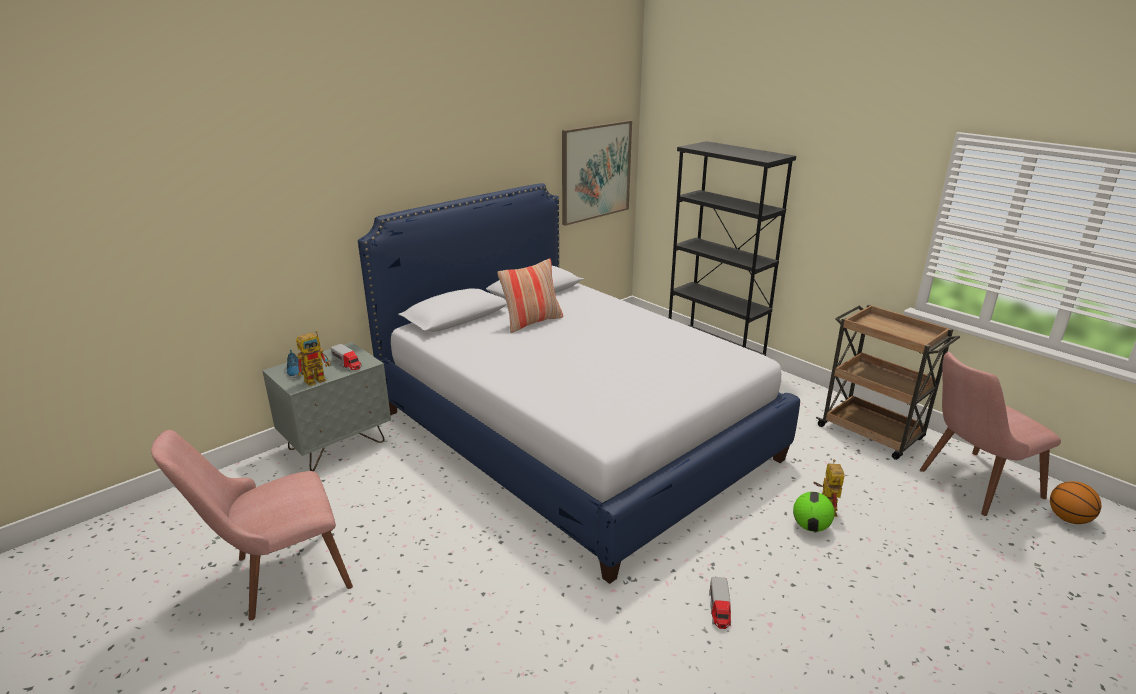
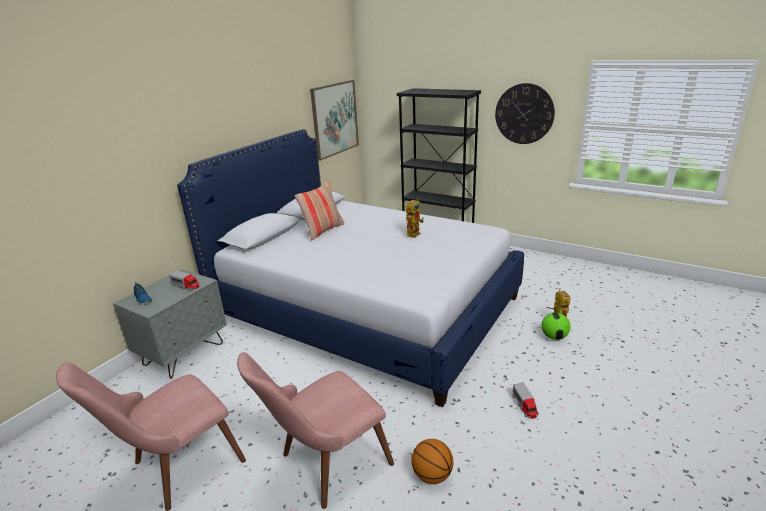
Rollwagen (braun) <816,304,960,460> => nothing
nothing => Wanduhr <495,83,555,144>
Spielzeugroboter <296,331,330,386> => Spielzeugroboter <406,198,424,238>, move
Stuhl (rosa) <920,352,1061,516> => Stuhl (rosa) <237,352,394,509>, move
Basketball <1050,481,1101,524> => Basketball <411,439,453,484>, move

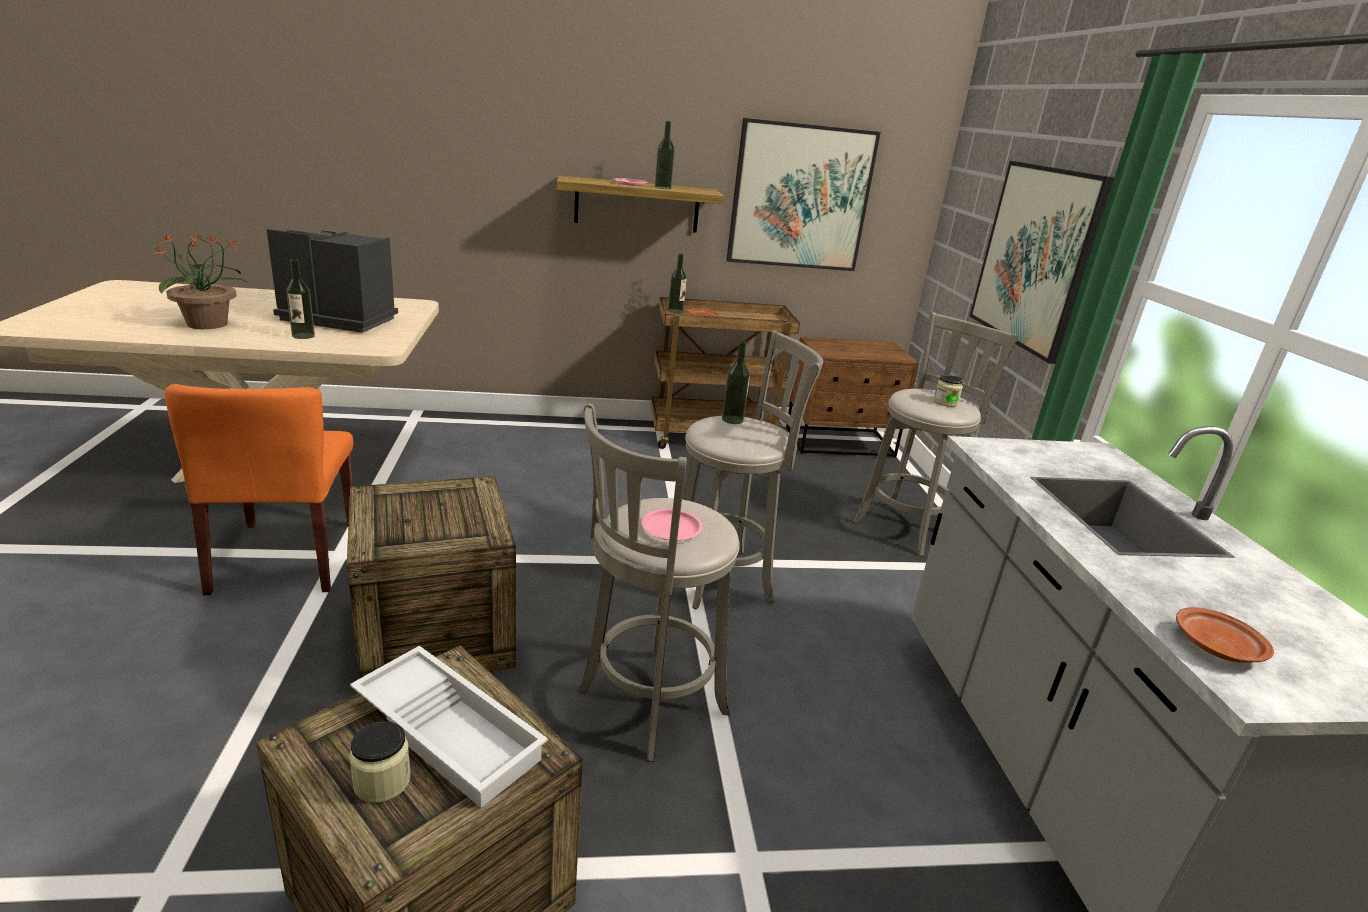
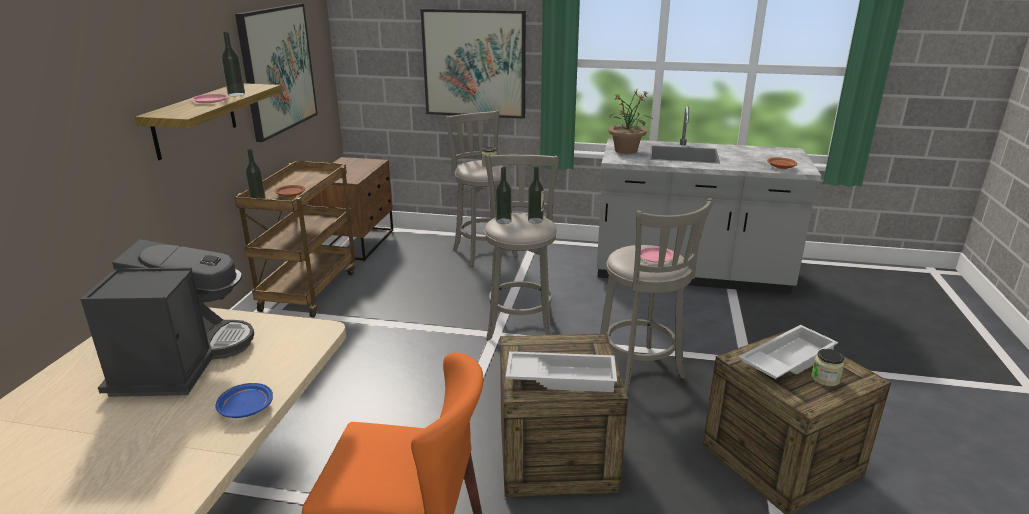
nothing => Teller (blau) <215,383,273,418>
nothing => Tablett (weiß) <506,351,617,392>
Topfpflanze <152,234,247,329> => Topfpflanze <608,90,651,154>, move
Flasche <286,259,315,339> => Flasche <528,166,544,224>, move
Kaffeemaschine <267,229,398,333> => Kaffeemaschine <80,239,254,397>, 150 degrees clockwise

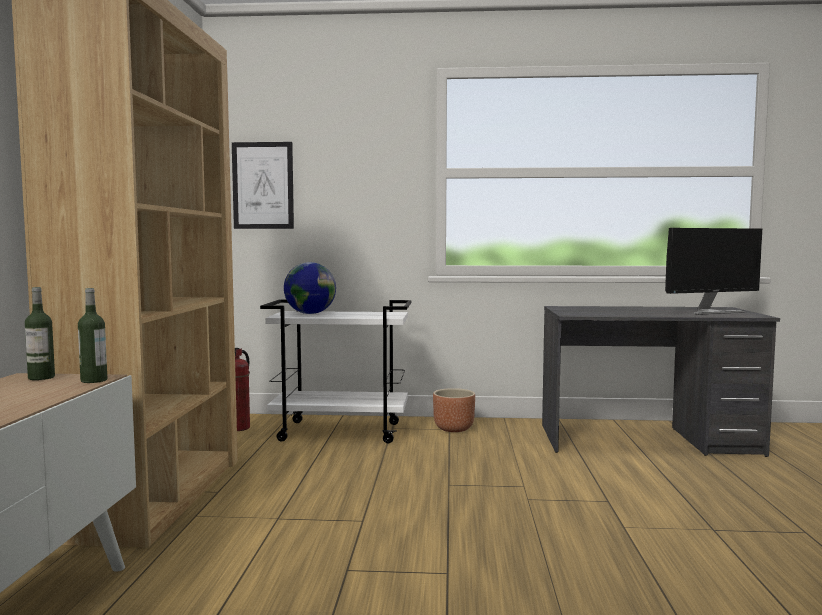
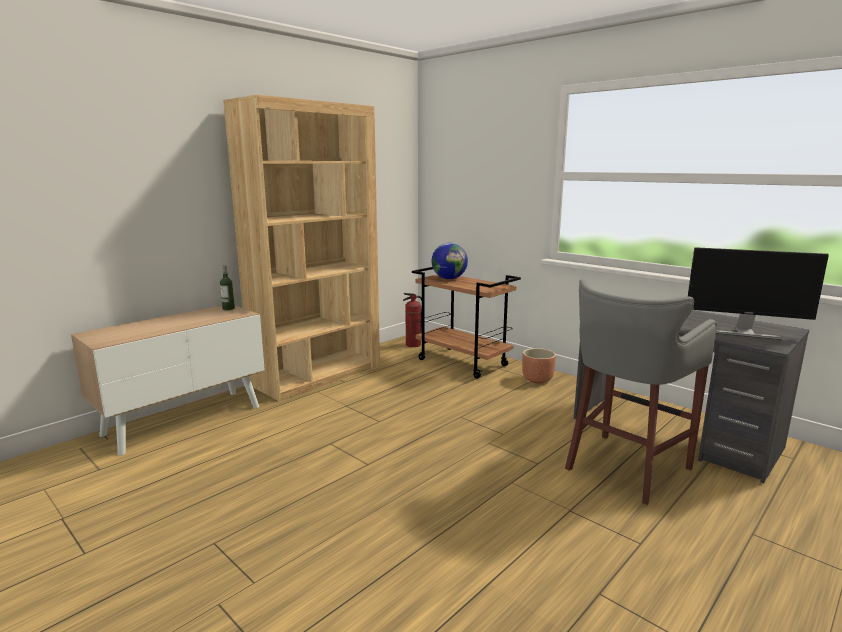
Flasche <78,288,107,383> => nothing
Bild <232,142,294,229> => nothing
nothing => Hocker (grau) <565,279,717,505>
Rollwagen (weiß) <260,299,411,443> => Rollwagen (braun) <412,267,521,379>

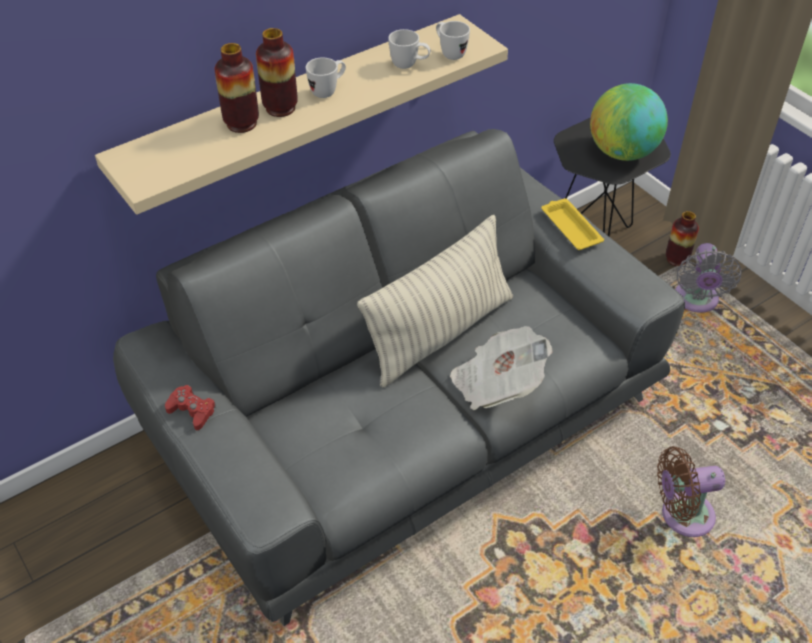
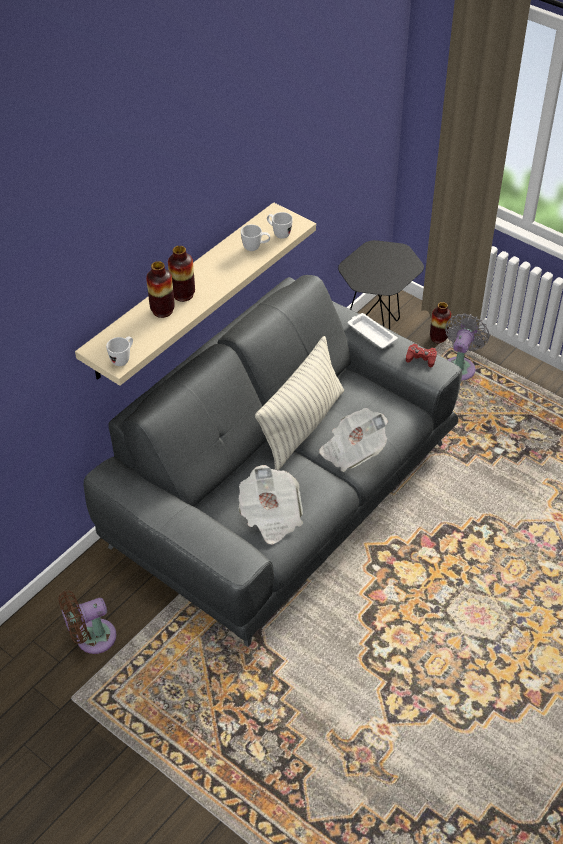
Globus <590,83,668,161> => nothing
nothing => Zeitung <238,465,303,545>
Gamepad (rot) <165,385,216,430> => Gamepad (rot) <406,344,437,368>, move
Henkelbecher (weiß) <306,58,346,98> => Henkelbecher (weiß) <106,337,133,366>, move
Ventilator (braun) <657,446,725,537> => Ventilator (braun) <59,591,117,654>, move
Tablett (gelb) <541,199,604,250> => Tablett (weiß) <348,313,398,348>
Ventilator (grau) <675,243,741,313> => Ventilator (grau) <445,313,490,380>, 150 degrees counterclockwise

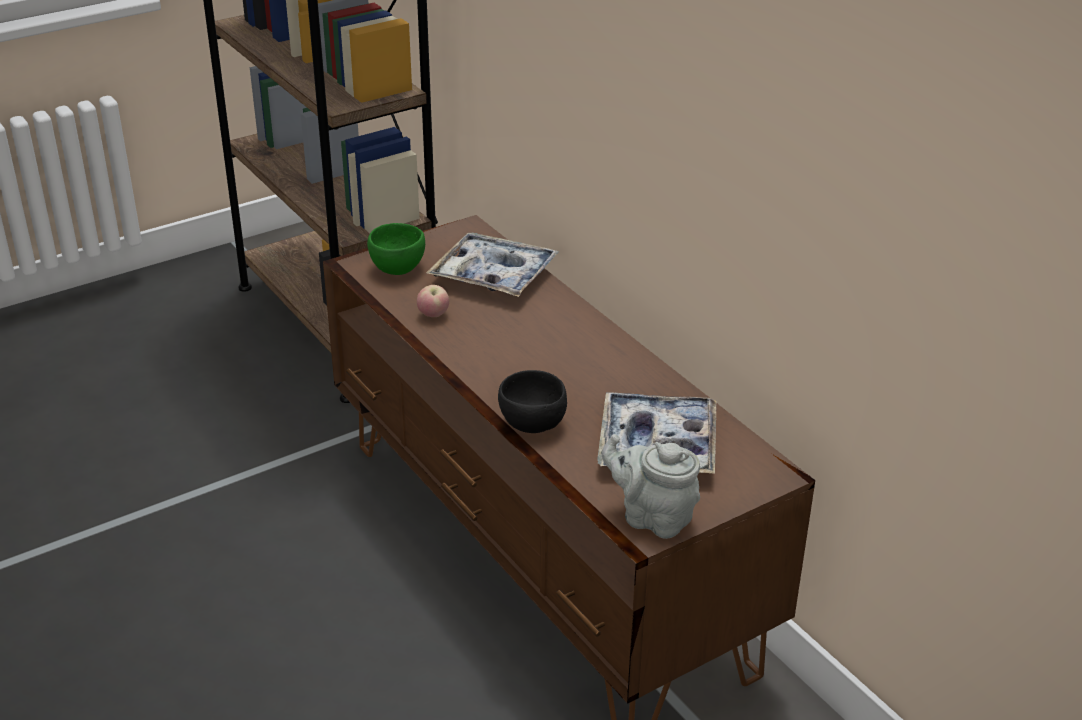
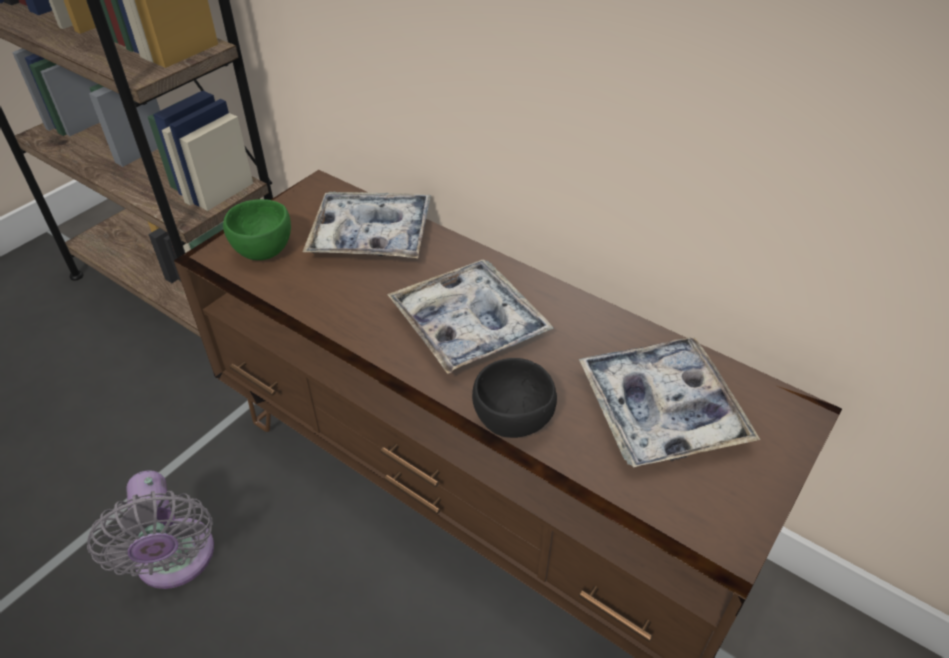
Apfel <417,285,449,317> => nothing
Teekanne (grau) <602,434,700,539> => nothing
nothing => Ventilator (grau) <87,470,214,589>
nothing => Tablett <387,259,554,374>

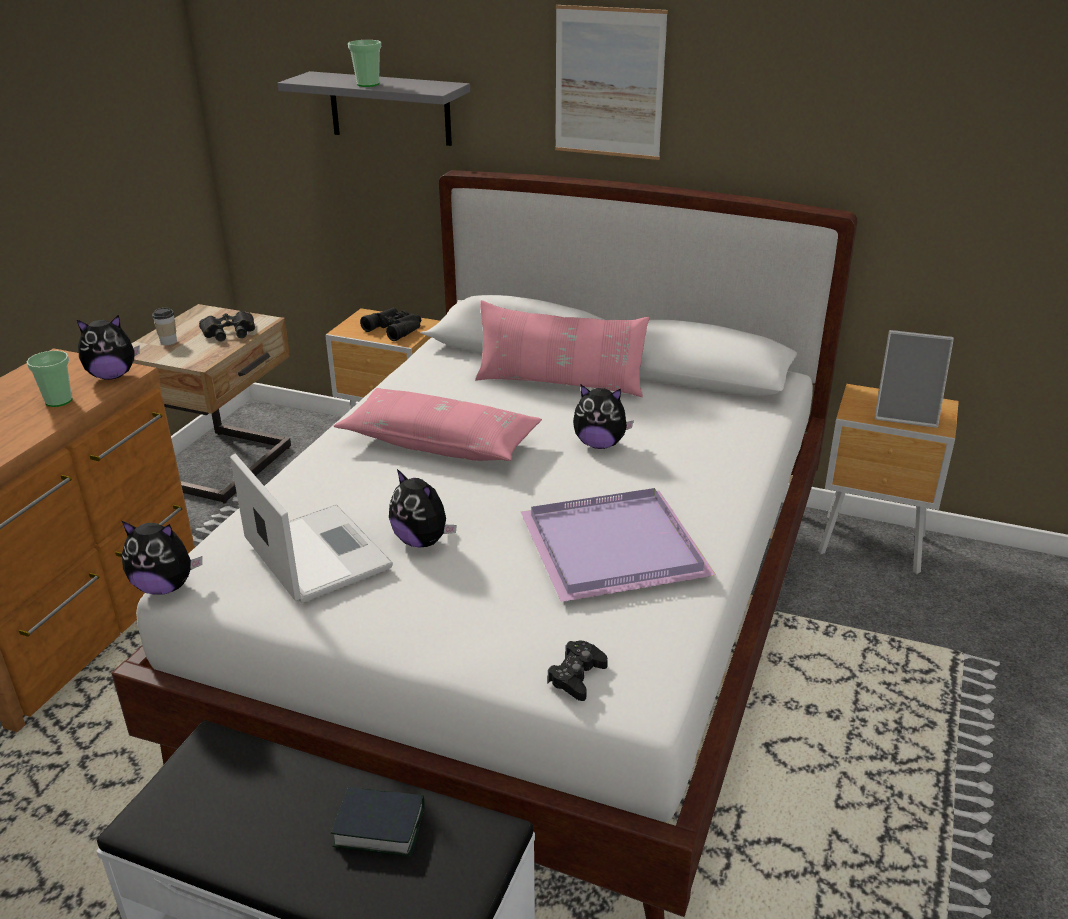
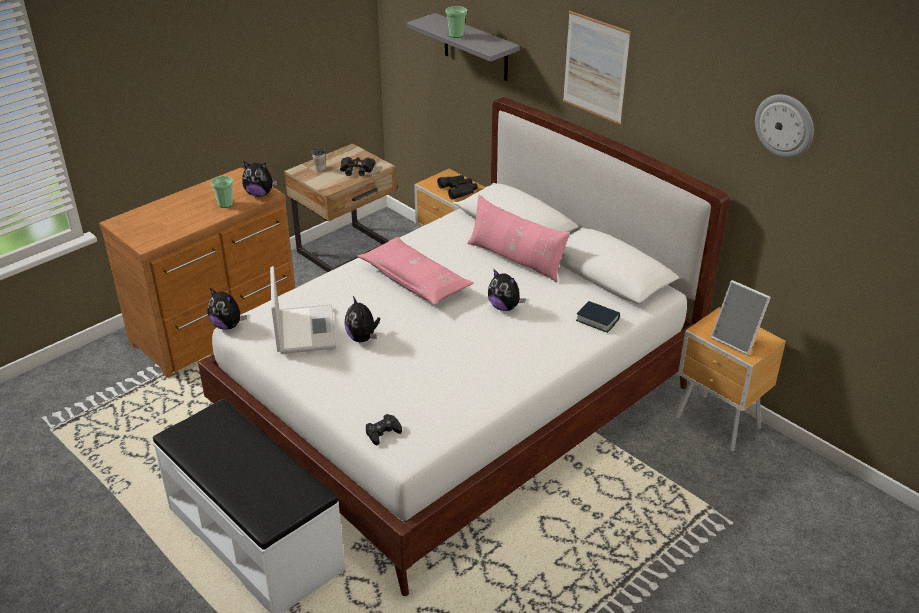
Tablett (lila) <521,488,716,602> => nothing
nothing => Wanduhr <755,94,814,158>
Buch <331,787,425,857> => Buch <576,301,620,333>, move

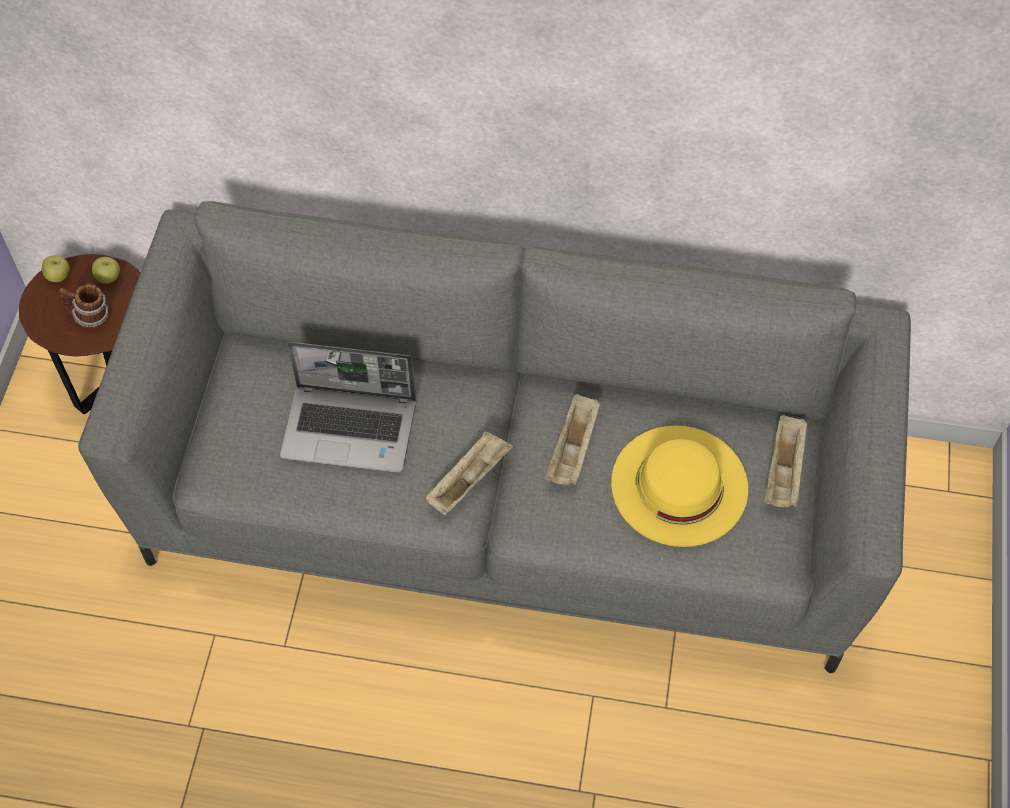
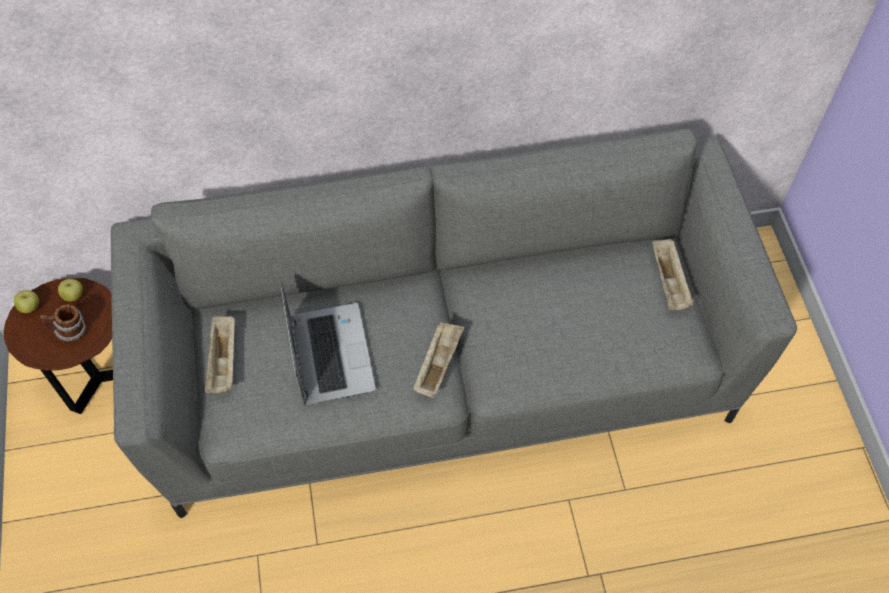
Hut (gelb) <611,425,748,547> => nothing
Tablett (beige) <545,394,600,485> => Tablett (beige) <205,316,235,393>, move
Laptop <280,342,416,473> => Laptop <281,281,376,405>, 90 degrees counterclockwise

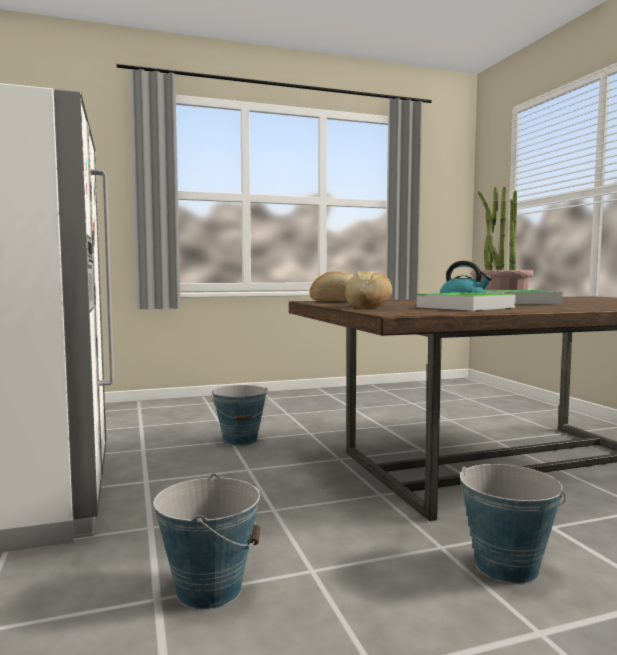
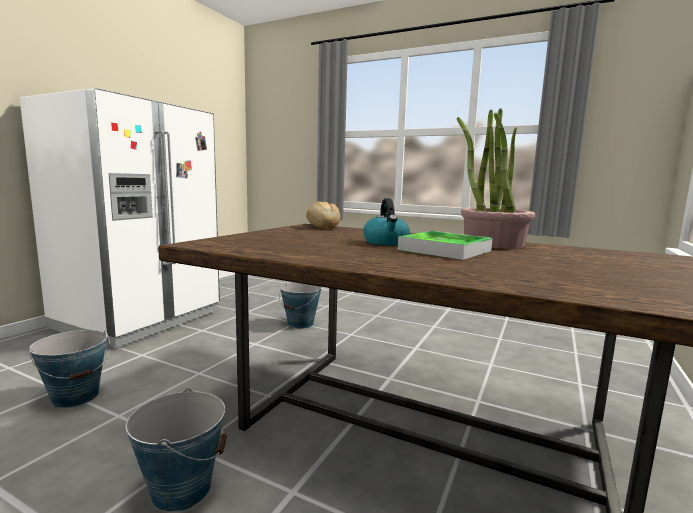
Brot <345,271,392,309> => nothing
Tablett <416,292,516,311> => nothing

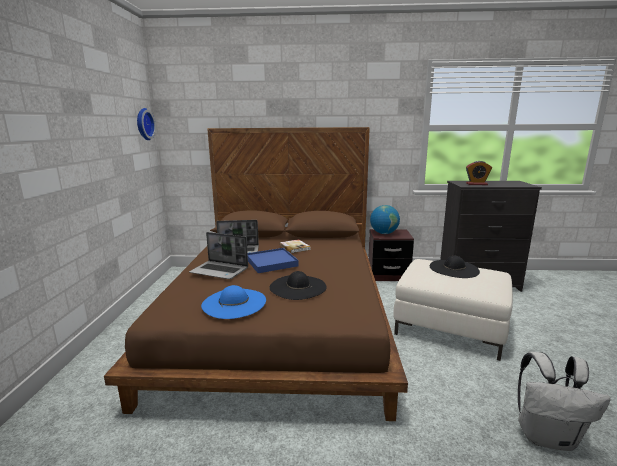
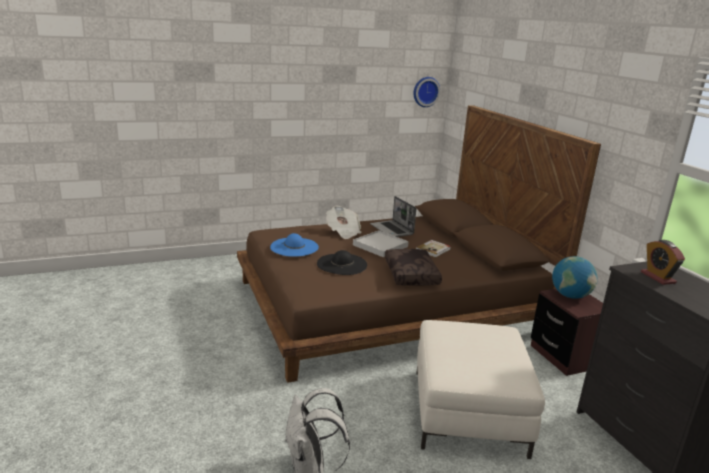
Hut (schwarz) <430,256,480,278> => nothing
nothing => Kissen (braun) <385,249,442,286>
Laptop <189,232,248,279> => Zeitung <326,206,361,239>
Tablett (blau) <248,248,299,273> => Tablett (weiß) <353,230,409,257>

